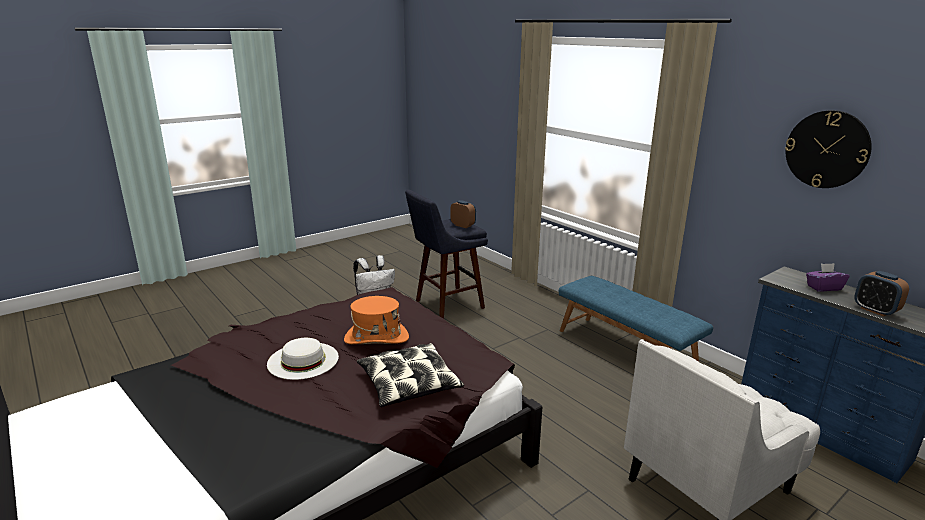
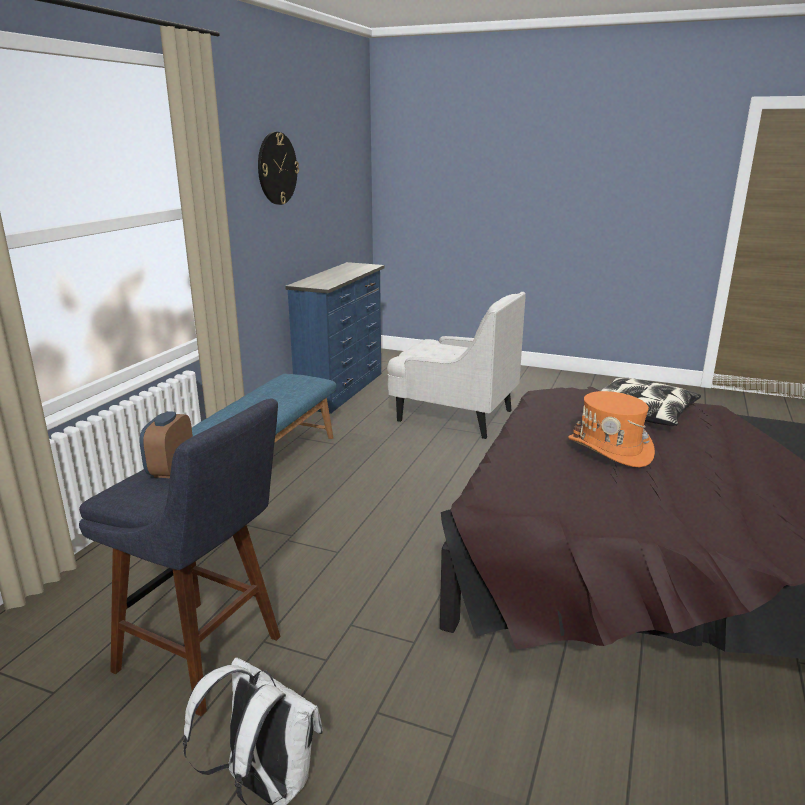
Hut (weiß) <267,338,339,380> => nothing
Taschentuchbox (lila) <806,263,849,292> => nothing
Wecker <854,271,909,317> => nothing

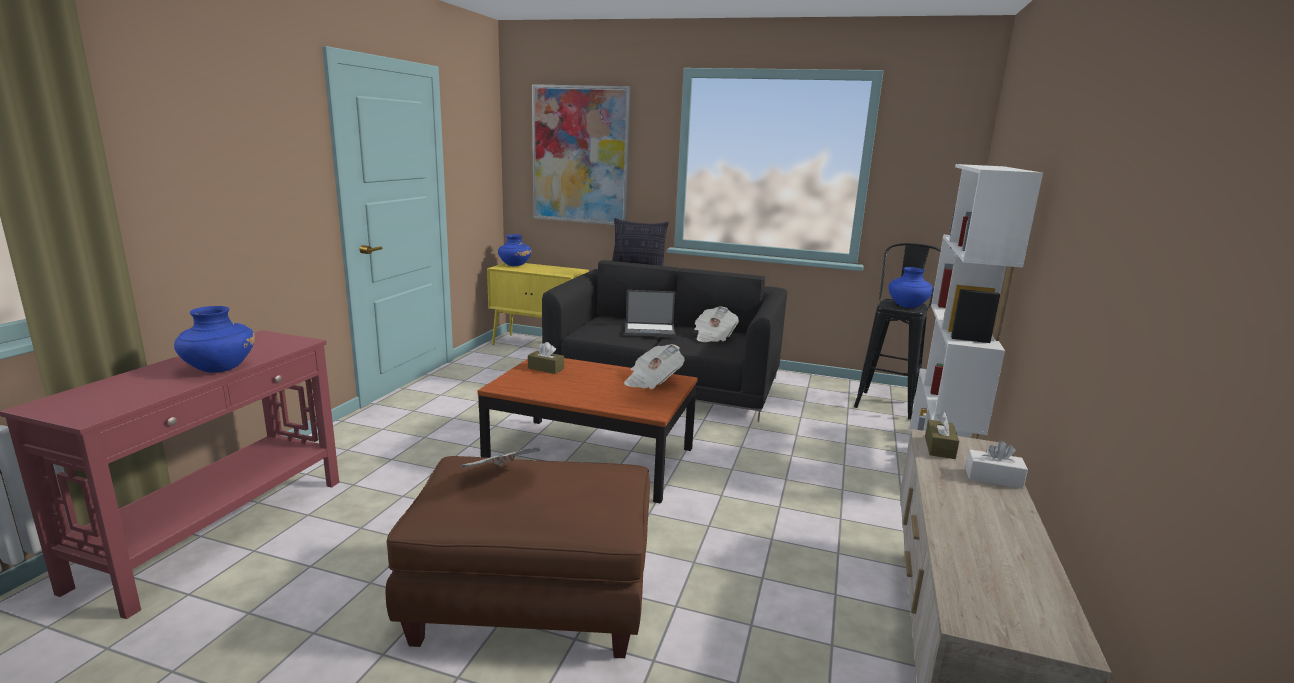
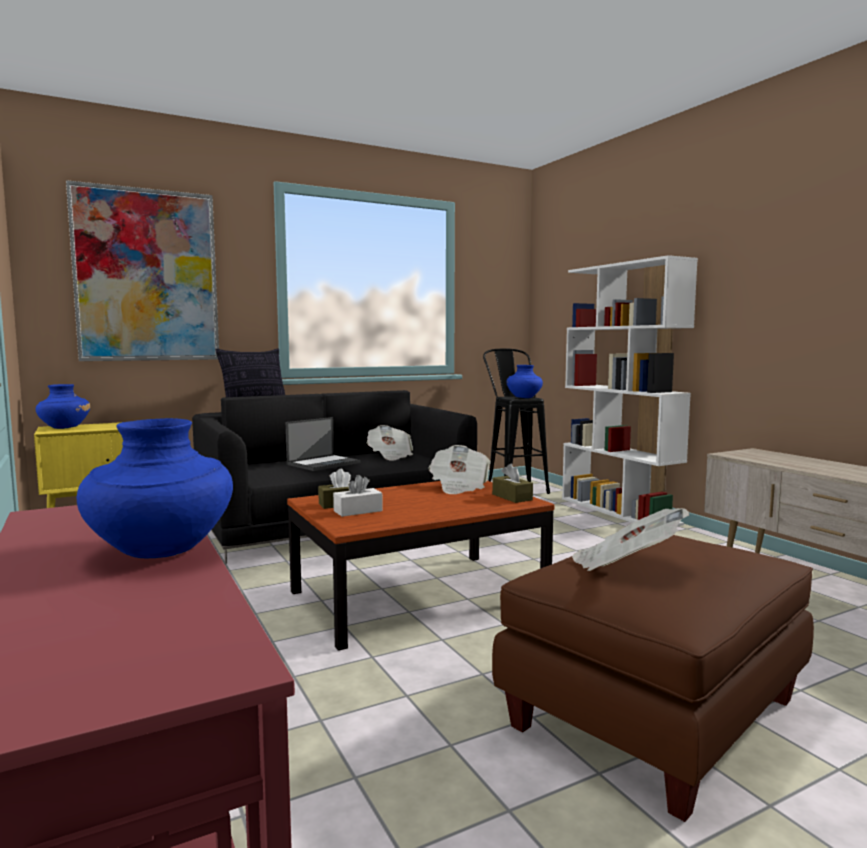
Taschentuchbox (braun) <925,412,959,459> => Taschentuchbox (braun) <492,464,533,503>, move
Taschentuchbox (weiß) <965,441,1028,489> => Taschentuchbox (weiß) <333,475,383,517>, move

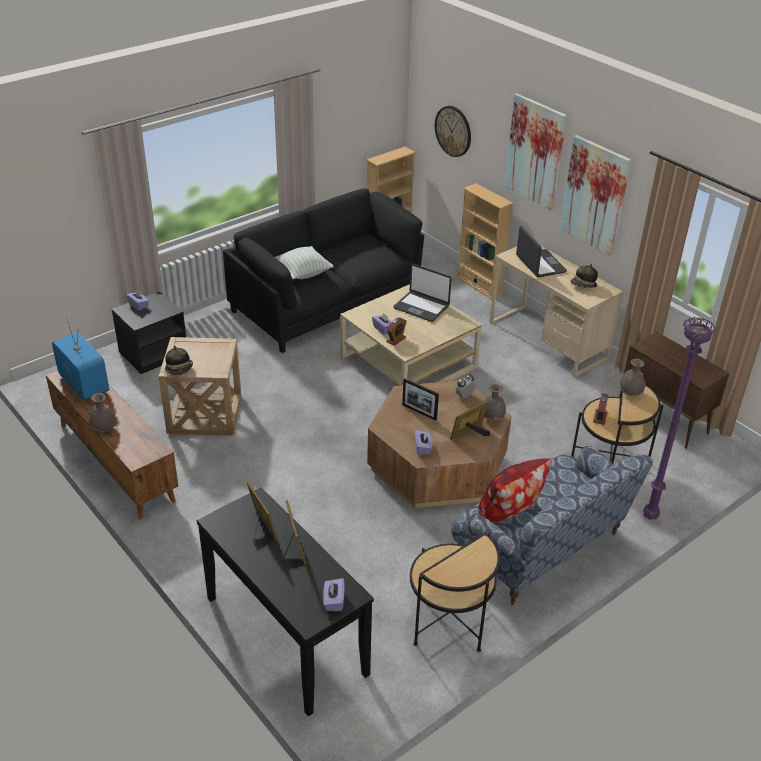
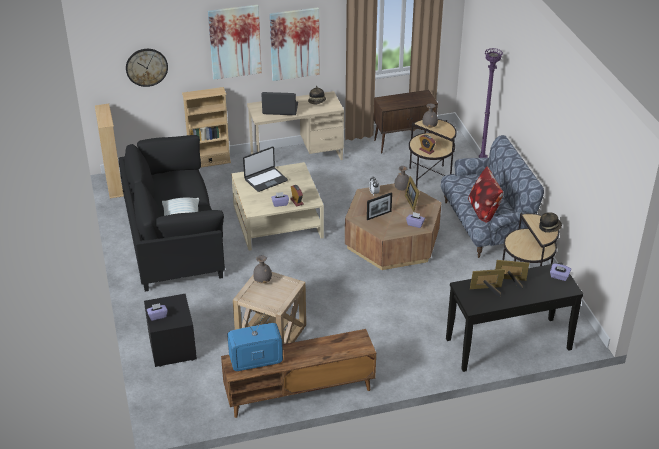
Vase (grau) <89,393,116,432> => Vase (grau) <253,256,272,283>, move
Hut <165,346,193,375> => Hut <539,212,562,233>, move

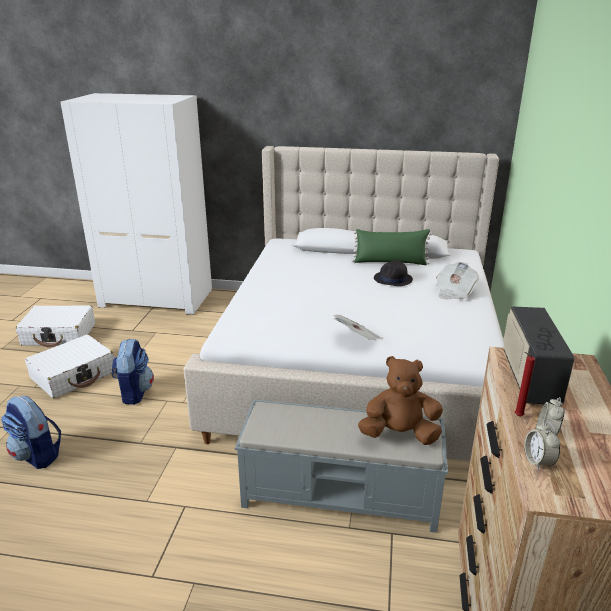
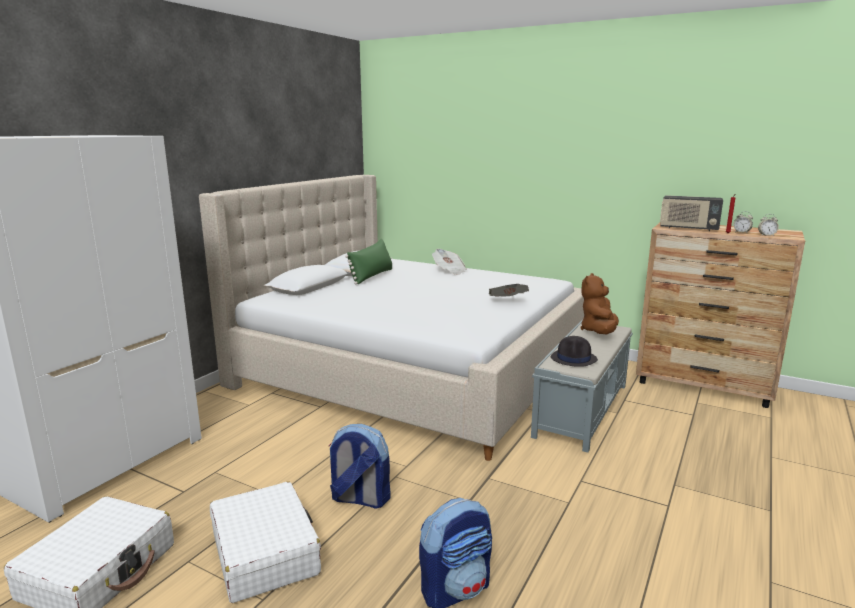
Hut (schwarz) <374,260,413,286> => Hut (schwarz) <551,336,598,367>, move

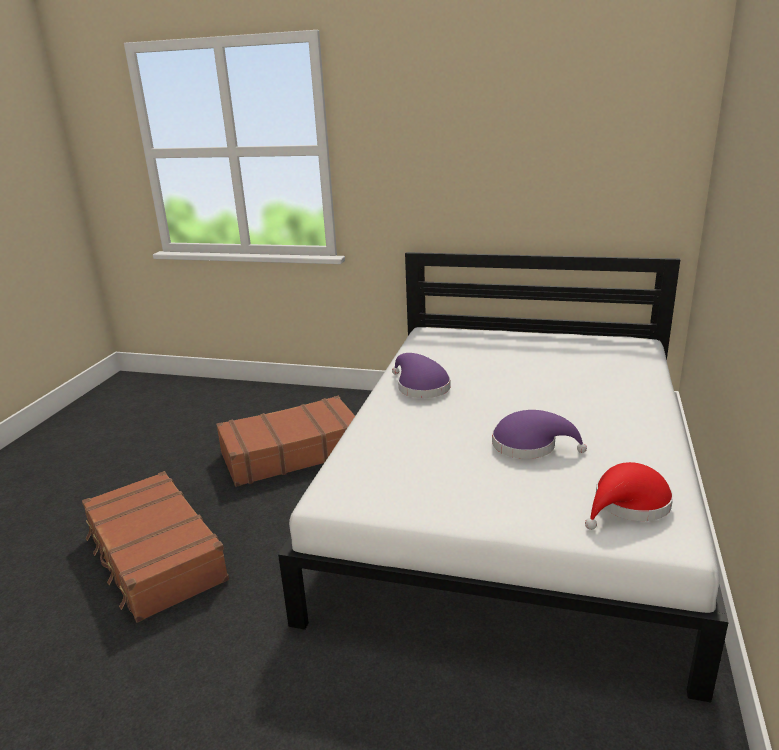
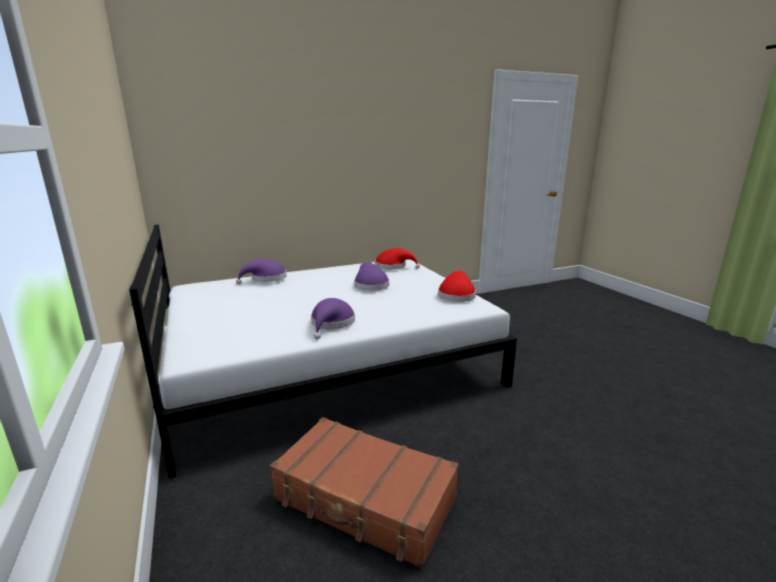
Koffer (braun) <82,471,229,622> => nothing
nothing => Hut (lila) <236,259,287,284>
nothing => Hut (rot) <438,270,476,302>

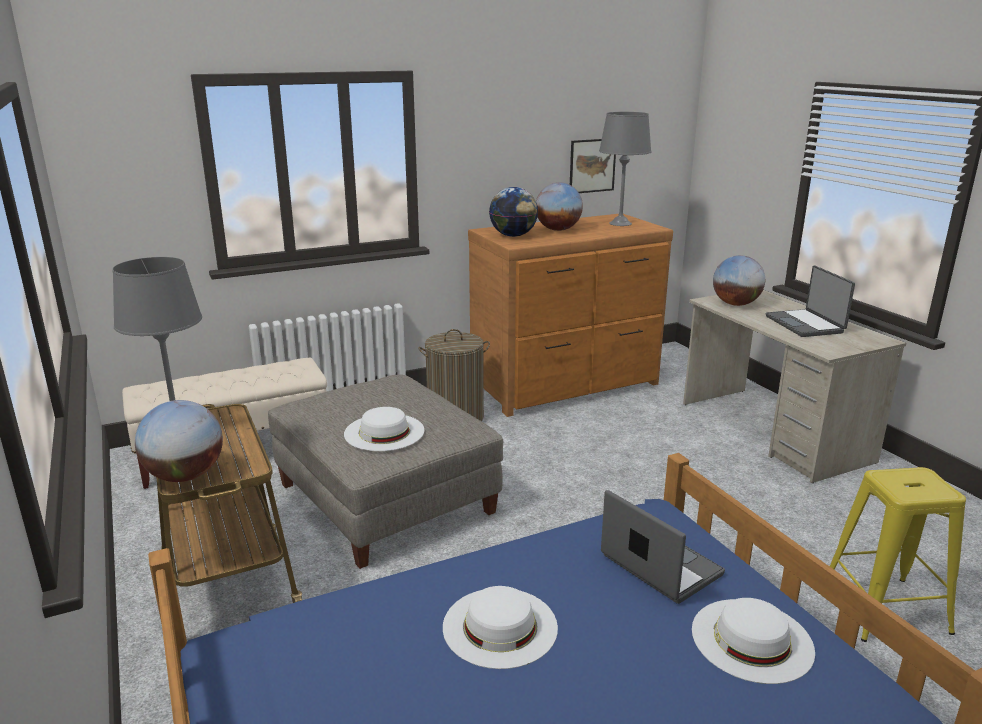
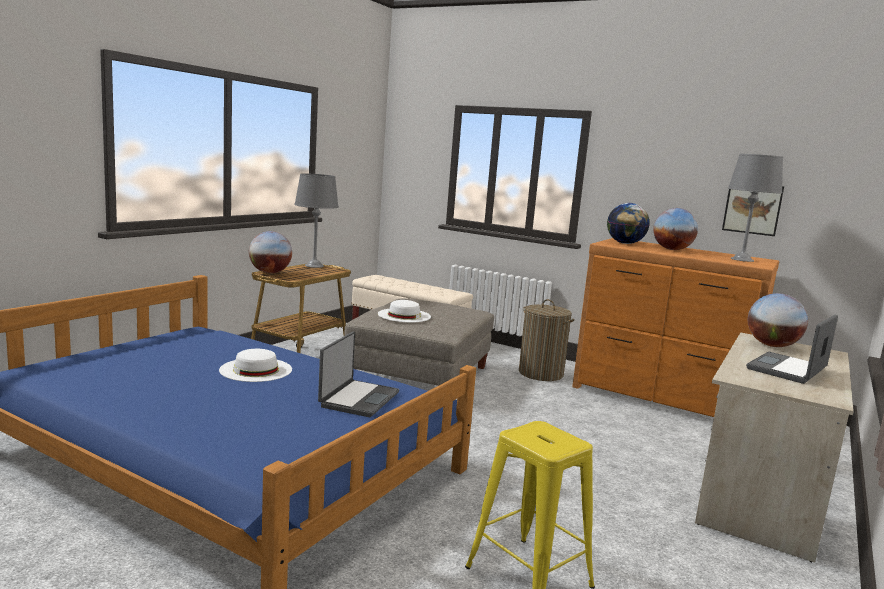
Hut (weiß) <692,598,815,684> => nothing

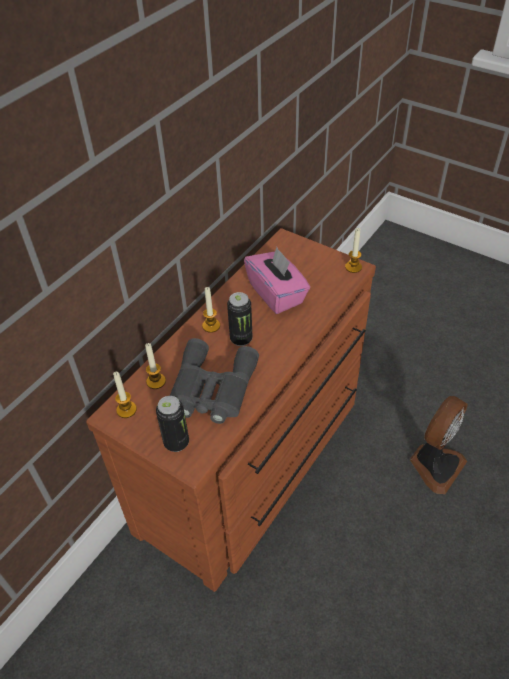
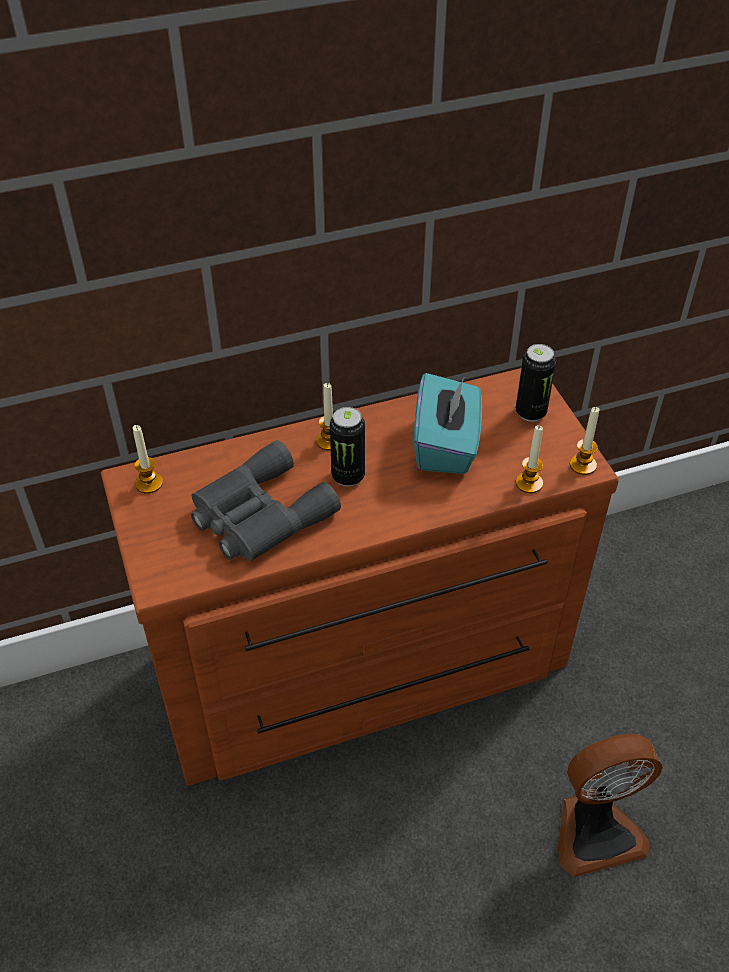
Kerze <145,343,166,389> => Kerze <516,425,543,493>, move
Dose <156,396,189,452> => Dose <516,344,556,422>, move
Taschentuchbox (rosa) <244,247,310,314> => Taschentuchbox (türkis) <414,373,482,474>

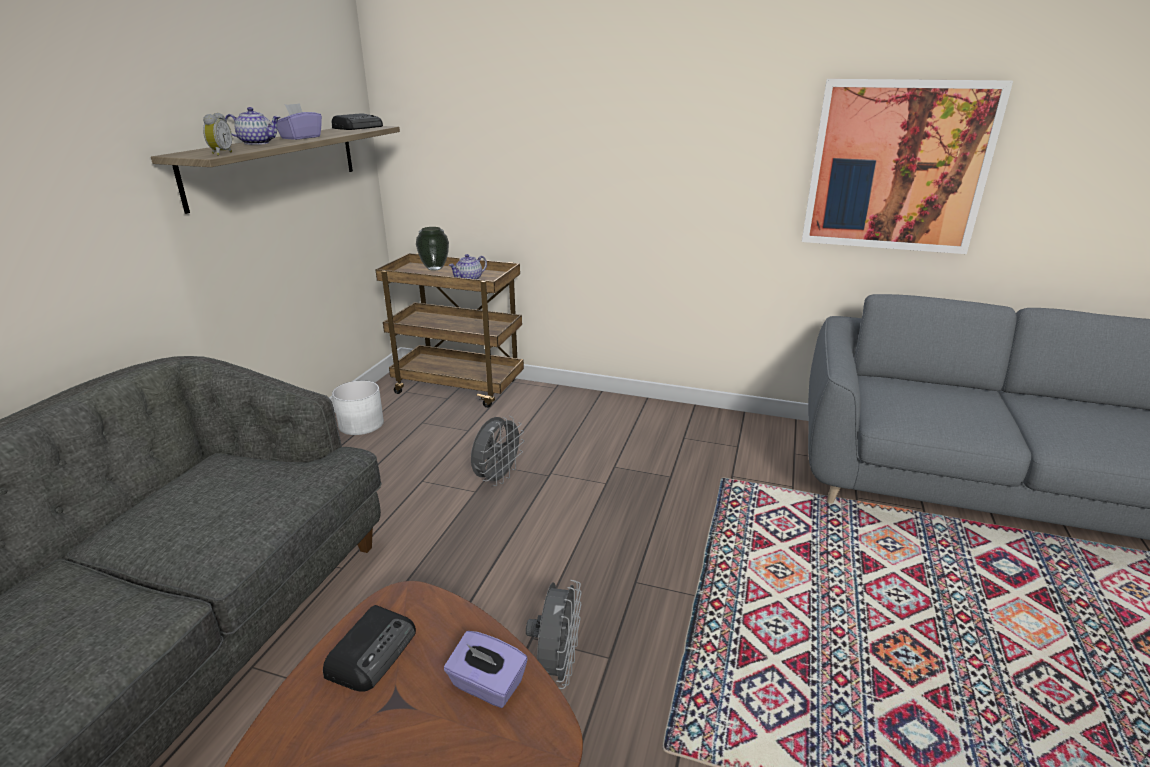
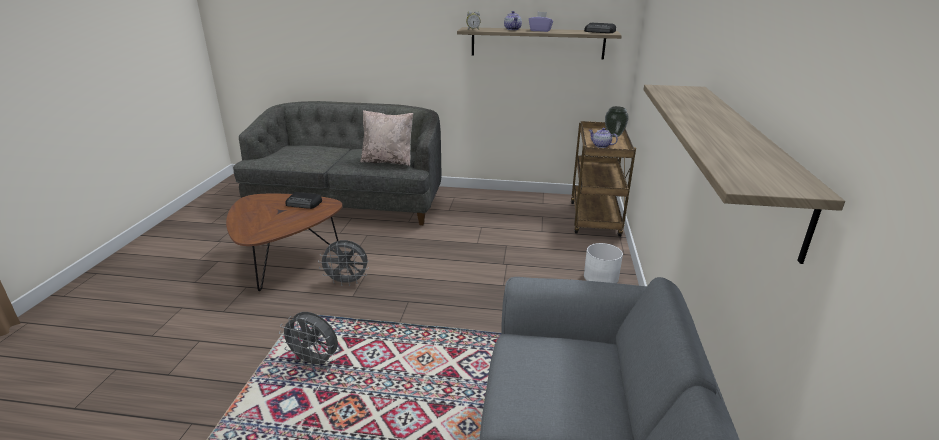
Taschentuchbox (lila) <444,631,528,708> => nothing
nothing => Kissen (beige) <360,110,413,166>
Pflanzkübel (weiß) <332,380,384,435> => Pflanzkübel (weiß) <584,243,623,283>, move
Ventilator (grau) <471,416,524,486> => Ventilator (grau) <279,312,338,369>, move
Bild <802,79,1013,254> => Wandregal <643,85,845,264>

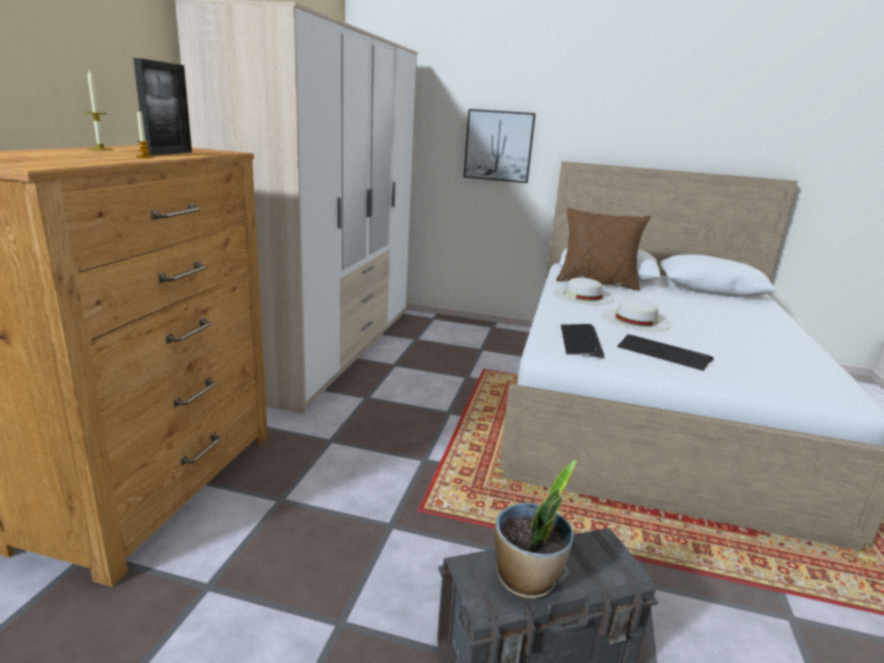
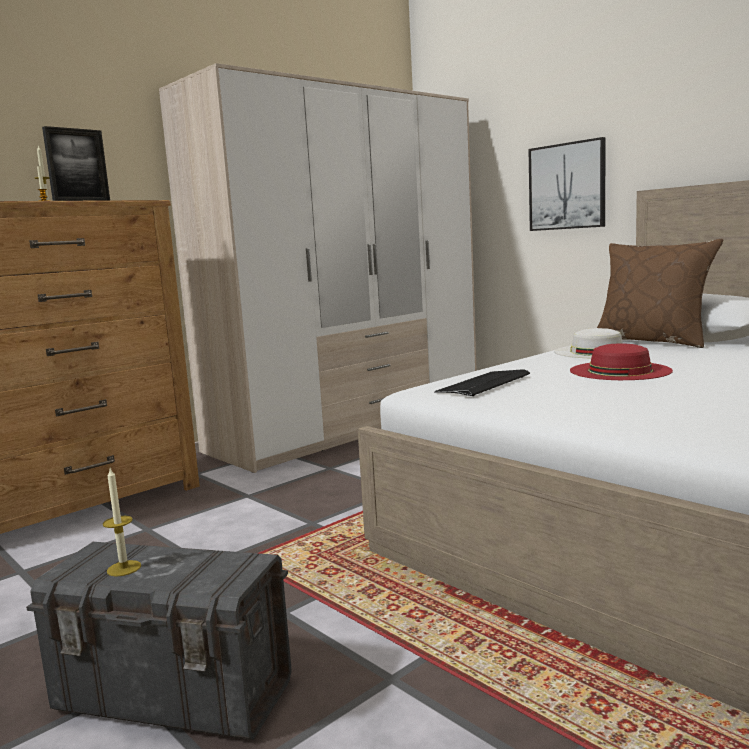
Tastatur <617,334,713,371> => nothing
Topfpflanze <495,460,577,599> => Kerze <103,468,141,577>
Hut (weiß) <602,299,672,331> => Hut (rot) <570,343,673,380>

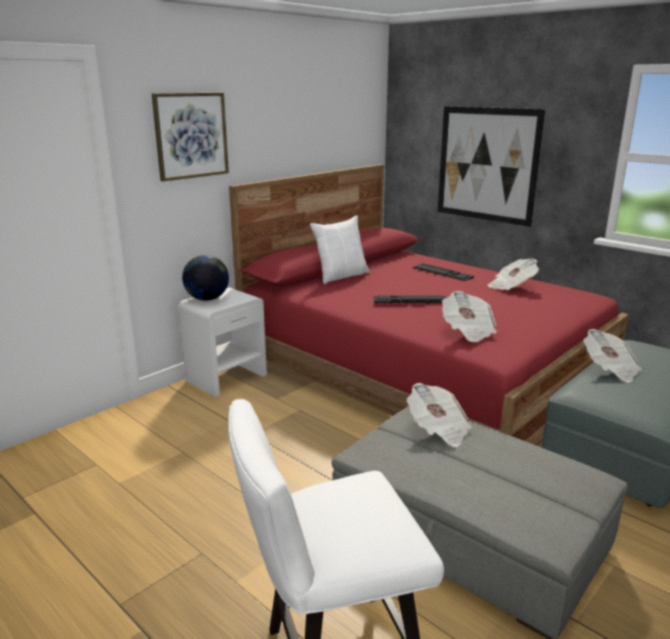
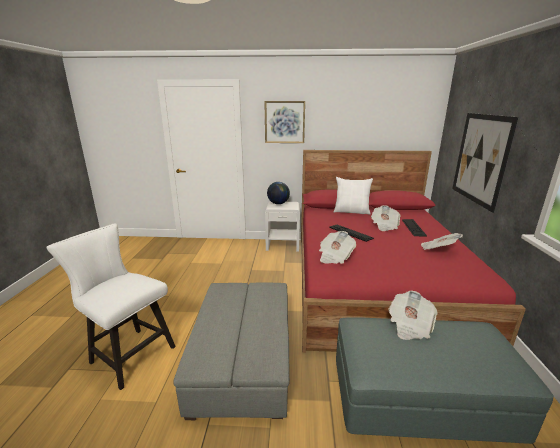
Zeitung <407,383,472,447> => Zeitung <371,205,401,231>, move

